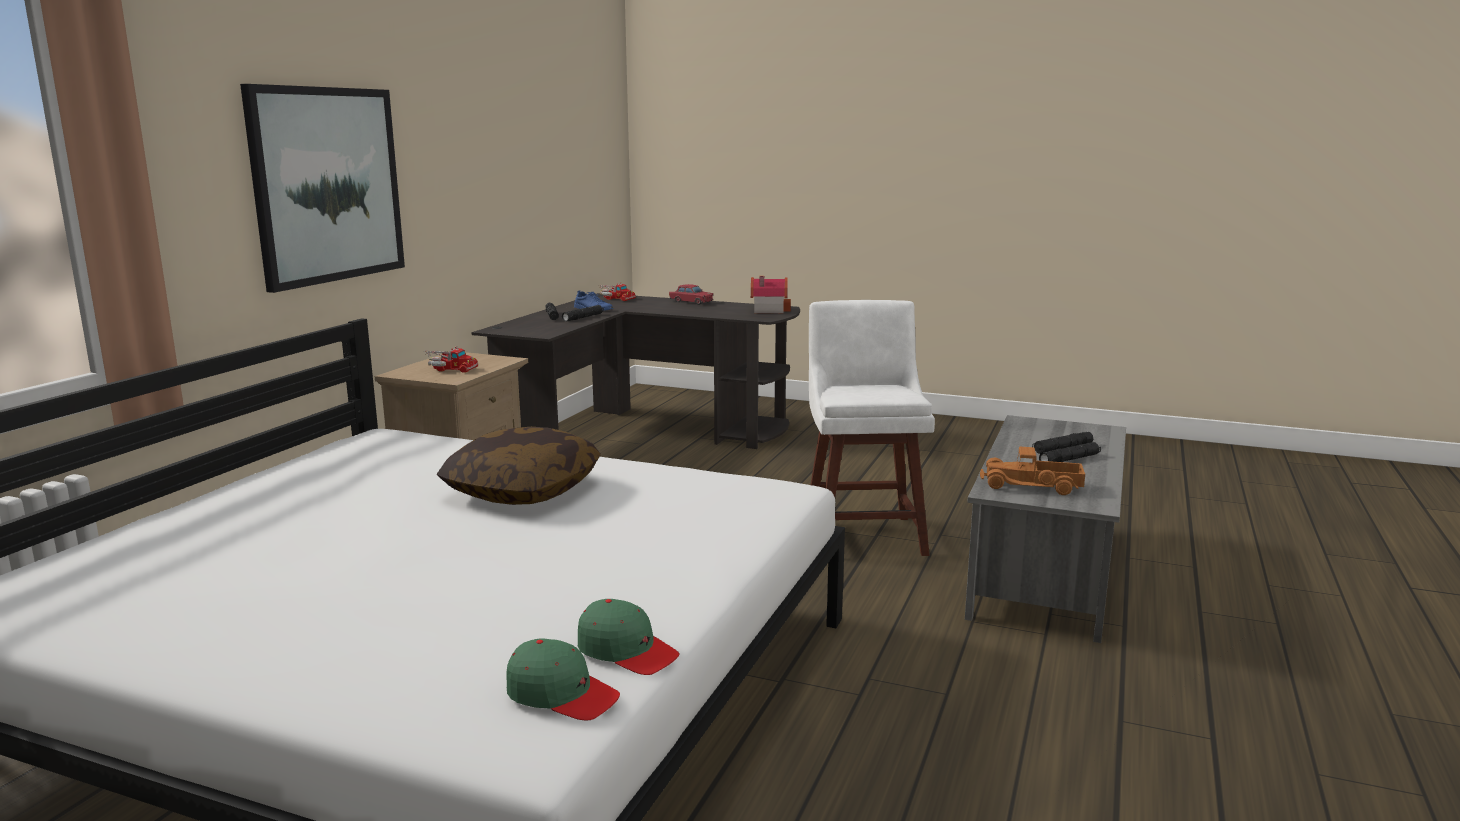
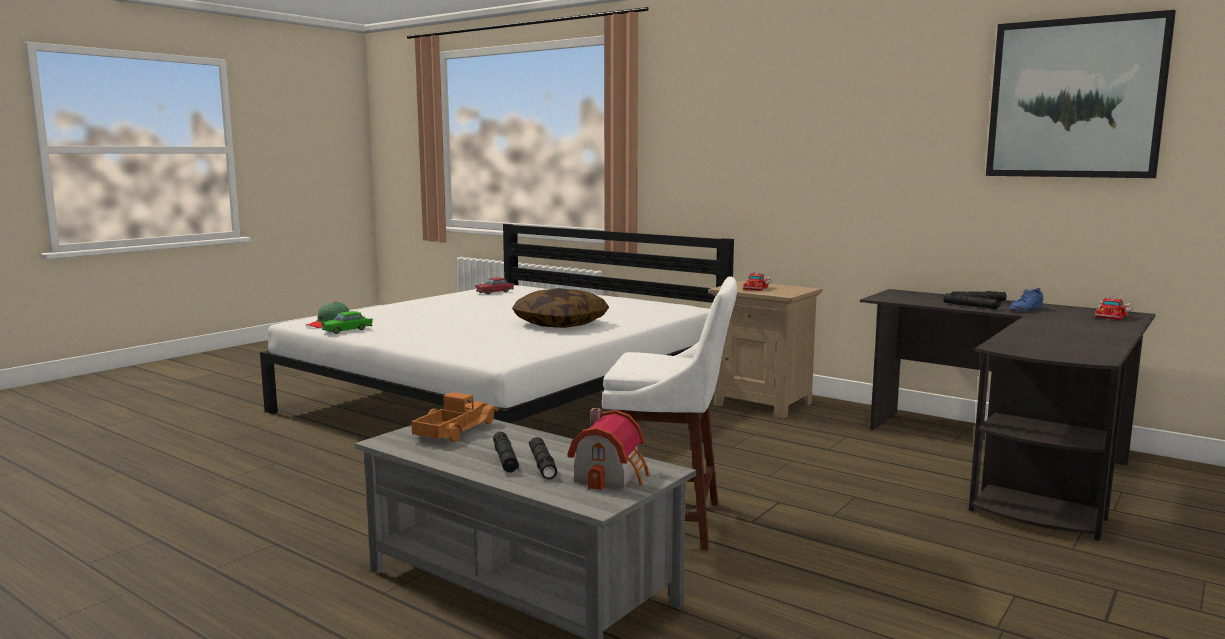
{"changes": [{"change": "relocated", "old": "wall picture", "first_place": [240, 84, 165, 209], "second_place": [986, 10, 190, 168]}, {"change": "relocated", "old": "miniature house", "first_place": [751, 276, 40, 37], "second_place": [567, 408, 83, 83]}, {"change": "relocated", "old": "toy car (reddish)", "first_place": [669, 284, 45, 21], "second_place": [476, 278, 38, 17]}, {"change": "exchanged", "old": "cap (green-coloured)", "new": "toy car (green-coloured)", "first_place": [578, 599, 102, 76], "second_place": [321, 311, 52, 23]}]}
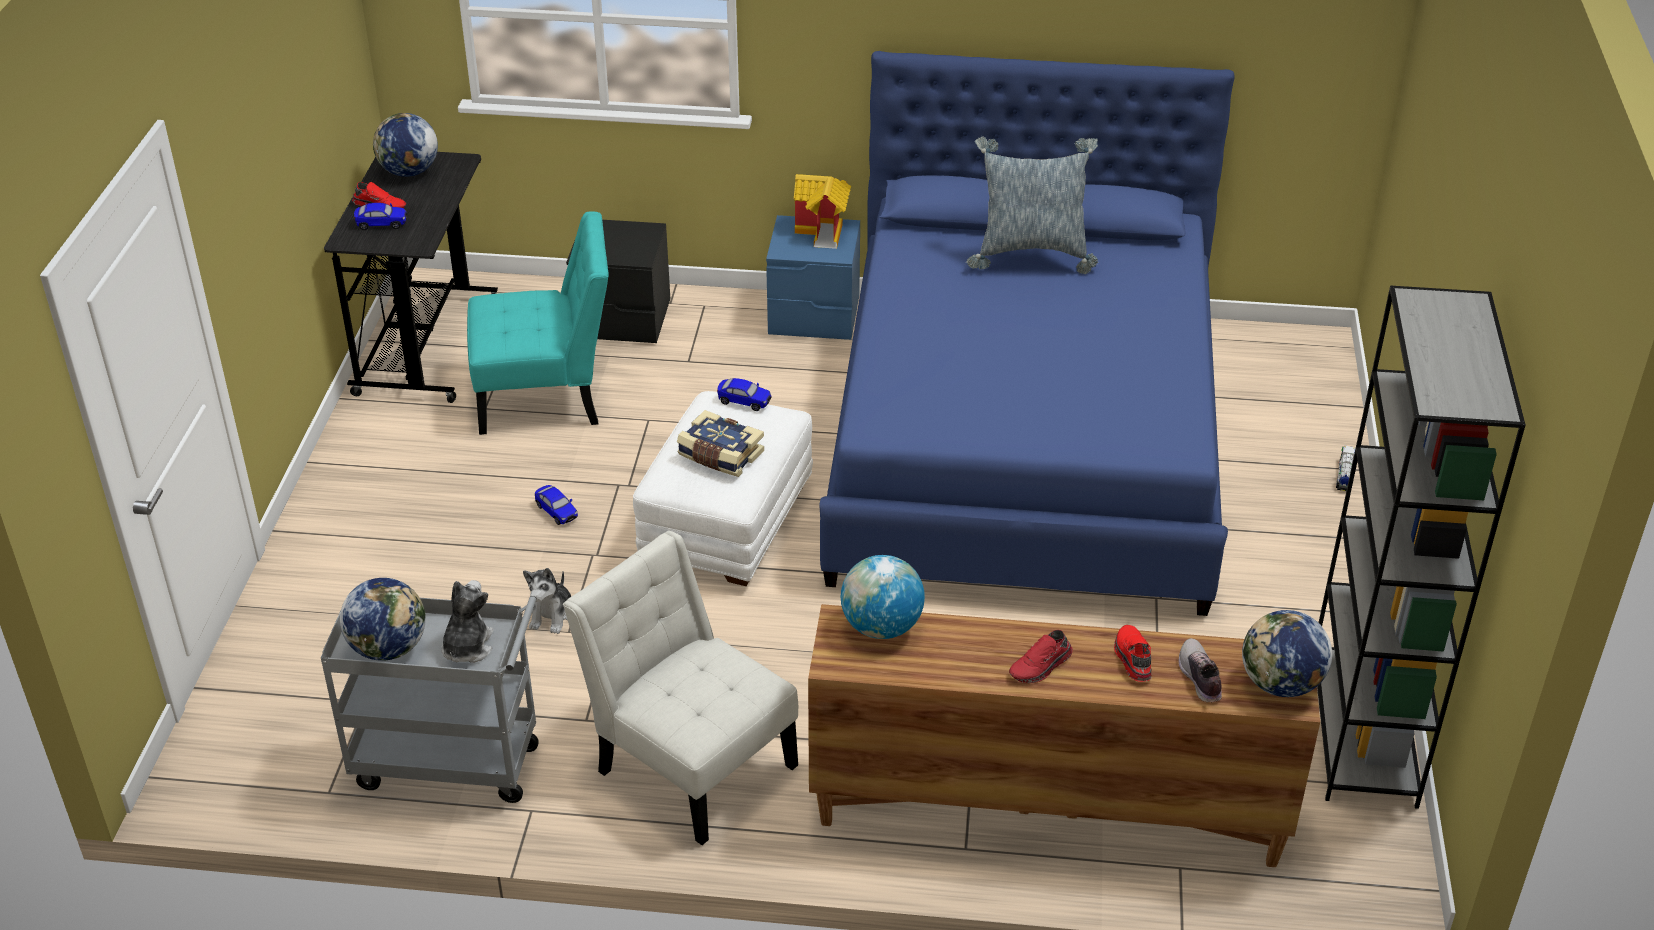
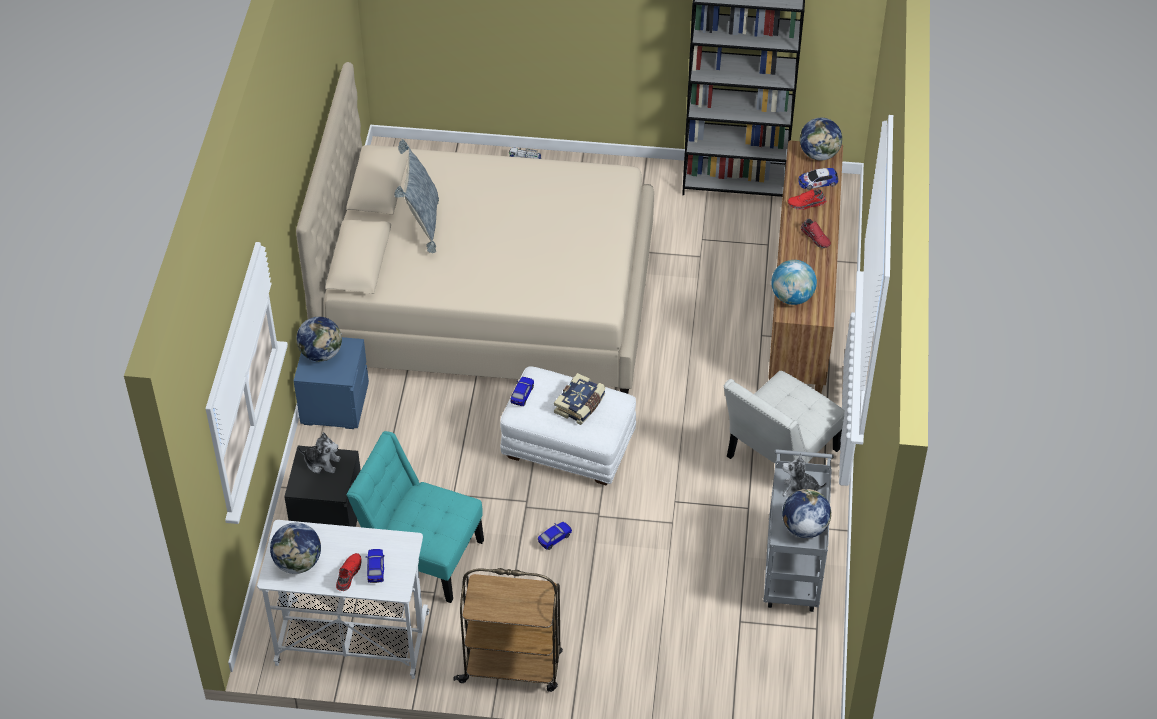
{"changes": [{"change": "colour", "old": "bed (blue)", "new": "bed (sand-coloured)", "first_place": [819, 51, 416, 565], "second_place": [296, 62, 358, 332]}, {"change": "colour", "old": "desk (black-coloured)", "new": "desk (whitish)", "first_place": [324, 152, 174, 251], "second_place": [257, 520, 172, 159]}, {"change": "exchanged", "old": "miniature house", "new": "globe", "first_place": [794, 174, 57, 75], "second_place": [297, 317, 45, 45]}, {"change": "spun", "old": "plain chair (turquoise-coloured)", "first_place": [467, 212, 142, 223], "second_place": [347, 431, 137, 172], "degrees": -60}, {"change": "relocated", "old": "soft toy", "first_place": [523, 568, 48, 66], "second_place": [298, 432, 43, 42]}, {"change": "exchanged", "old": "item of footwear", "new": "toy car", "first_place": [1178, 638, 44, 64], "second_place": [798, 168, 40, 22]}, {"change": "appeared", "new": "trolley (brownish)", "second_place": [453, 568, 110, 124]}]}
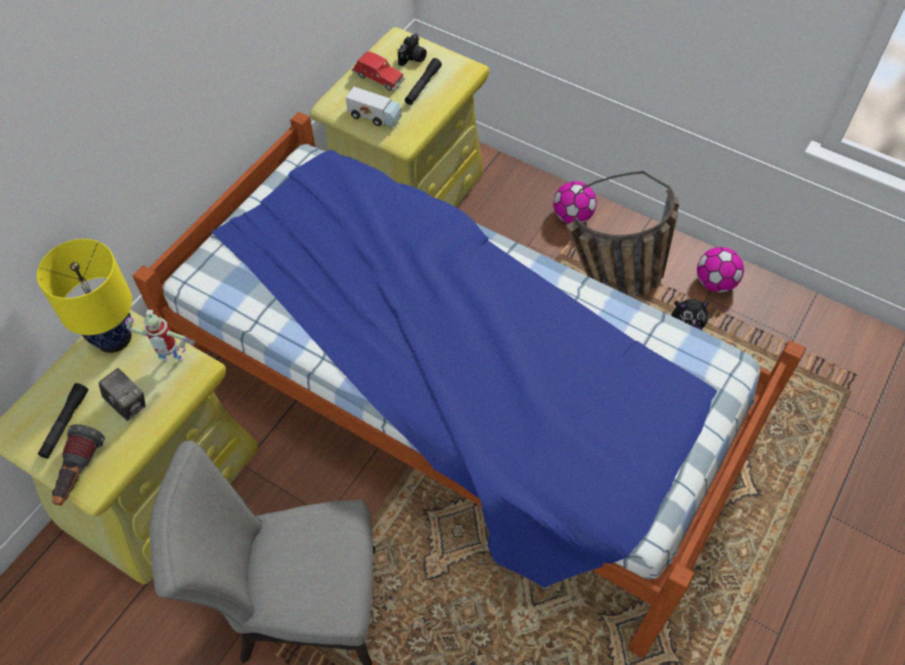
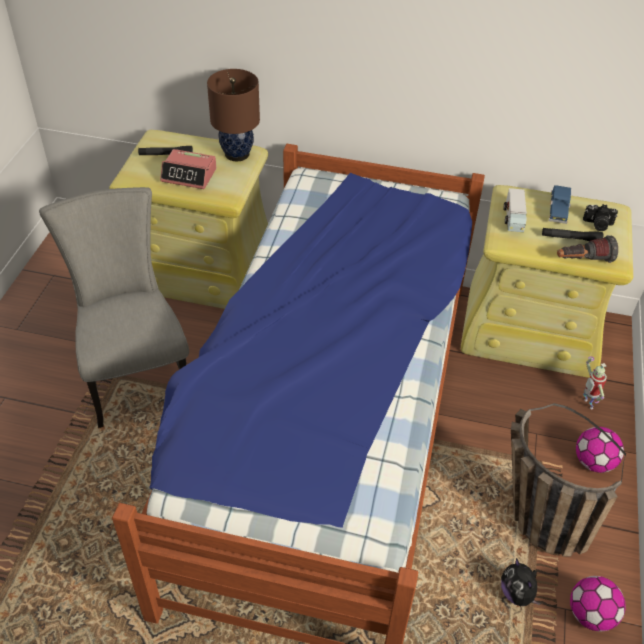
{"changes": [{"change": "colour", "old": "toy car (reddish)", "new": "toy car (blue)", "first_place": [352, 51, 53, 40], "second_place": [549, 185, 22, 39]}, {"change": "colour", "old": "lamp for a table (yellow-coloured)", "new": "lamp for a table (brownish)", "first_place": [37, 239, 95, 114], "second_place": [207, 69, 53, 92]}, {"change": "relocated", "old": "model robot", "first_place": [125, 310, 62, 51], "second_place": [583, 357, 24, 53]}, {"change": "exchanged", "old": "photo camera", "new": "alarm clock", "first_place": [99, 368, 47, 53], "second_place": [160, 149, 56, 40]}, {"change": "relocated", "old": "hand torch", "first_place": [52, 424, 53, 82], "second_place": [557, 235, 61, 28]}]}
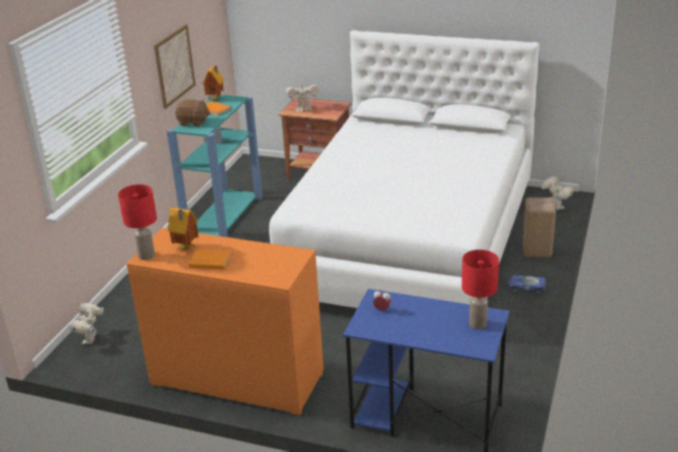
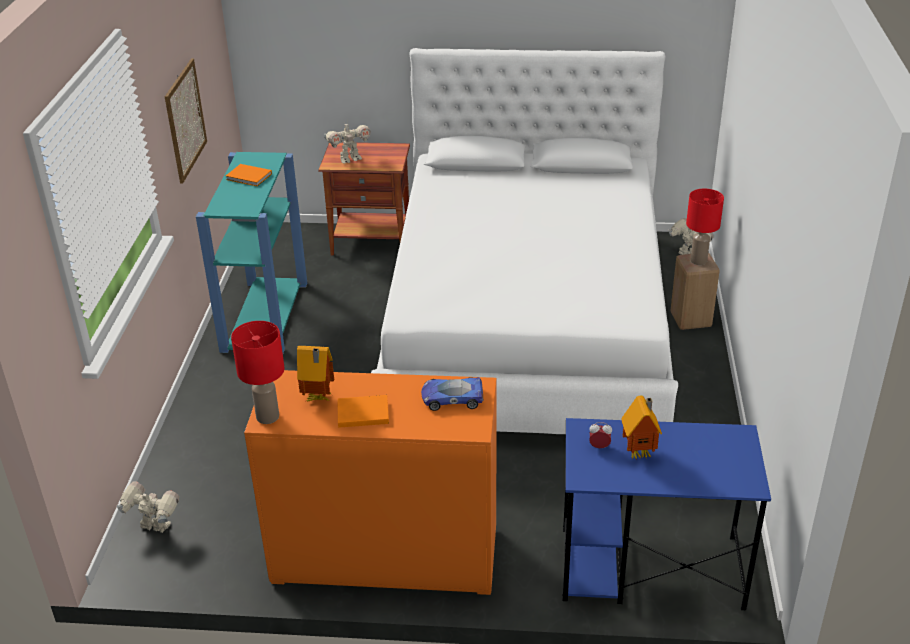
{"changes": [{"change": "relocated", "old": "miniature house", "first_place": [202, 66, 22, 35], "second_place": [621, 395, 41, 65]}, {"change": "missing", "old": "soft toy (brownish)", "first_place": [175, 99, 35, 28]}, {"change": "relocated", "old": "lamp for a table (reddish)", "first_place": [462, 250, 37, 79], "second_place": [686, 189, 38, 76]}, {"change": "relocated", "old": "toy car", "first_place": [509, 275, 37, 19], "second_place": [421, 377, 62, 34]}, {"change": "spun", "old": "model robot", "first_place": [70, 303, 34, 42], "second_place": [116, 481, 63, 52], "degrees": 120}]}
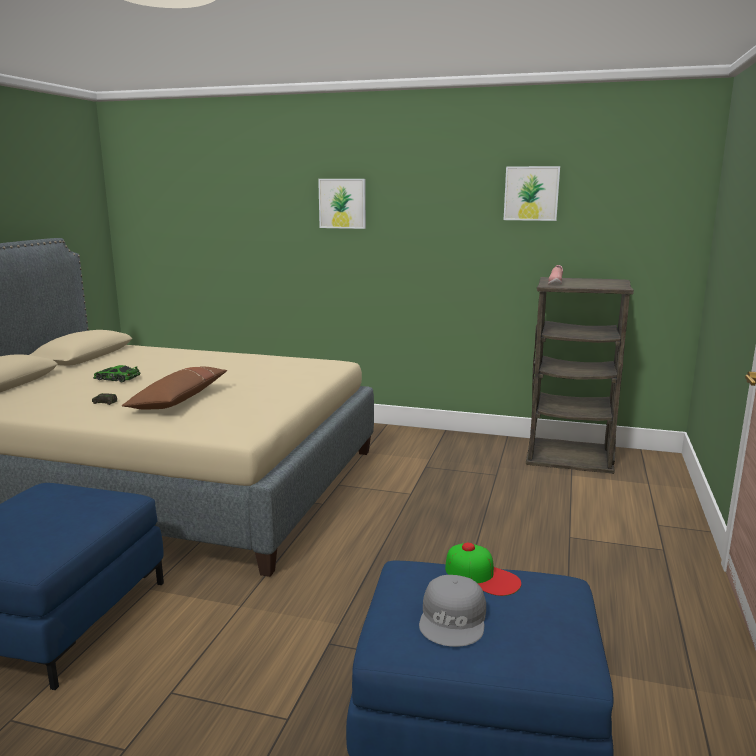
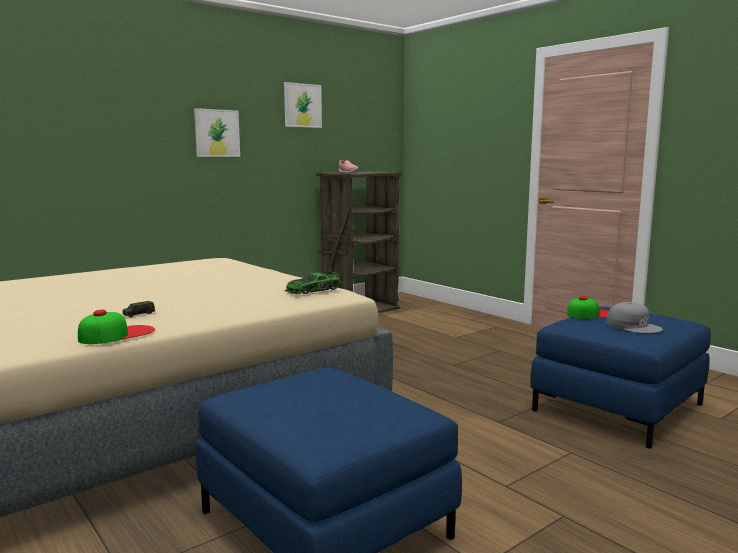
{"changes": [{"change": "relocated", "old": "wall picture", "first_place": [318, 179, 48, 50], "second_place": [194, 108, 46, 49]}, {"change": "relocated", "old": "toy car", "first_place": [93, 365, 47, 18], "second_place": [285, 271, 56, 23]}, {"change": "missing", "old": "cushion (brownish)", "first_place": [122, 367, 105, 43]}, {"change": "appeared", "new": "cap", "second_place": [78, 309, 77, 35]}]}
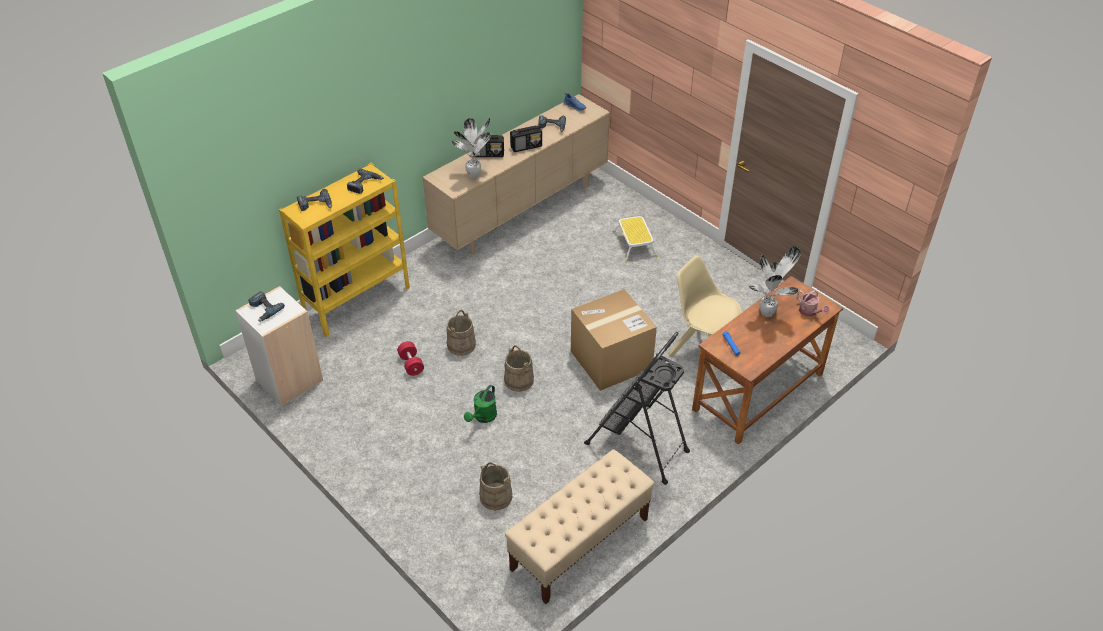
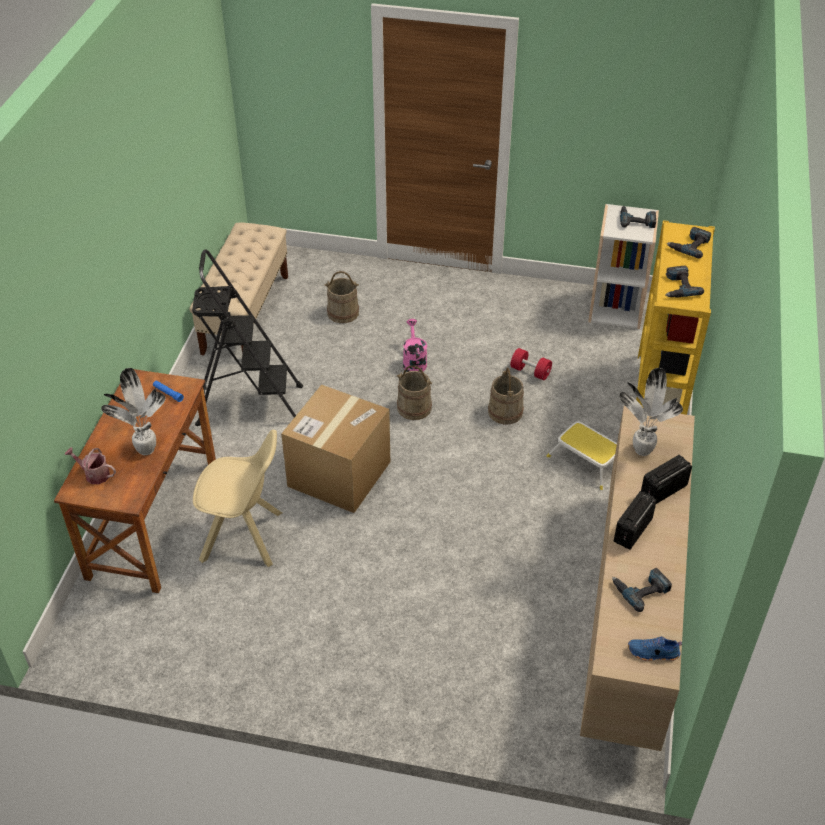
{"changes": [{"change": "relocated", "old": "step ladder (yellow-coloured)", "first_place": [612, 216, 46, 46], "second_place": [547, 421, 70, 69]}, {"change": "colour", "old": "watering pot (green-coloured)", "new": "watering pot (pink)", "first_place": [464, 385, 33, 38], "second_place": [403, 319, 24, 53]}]}
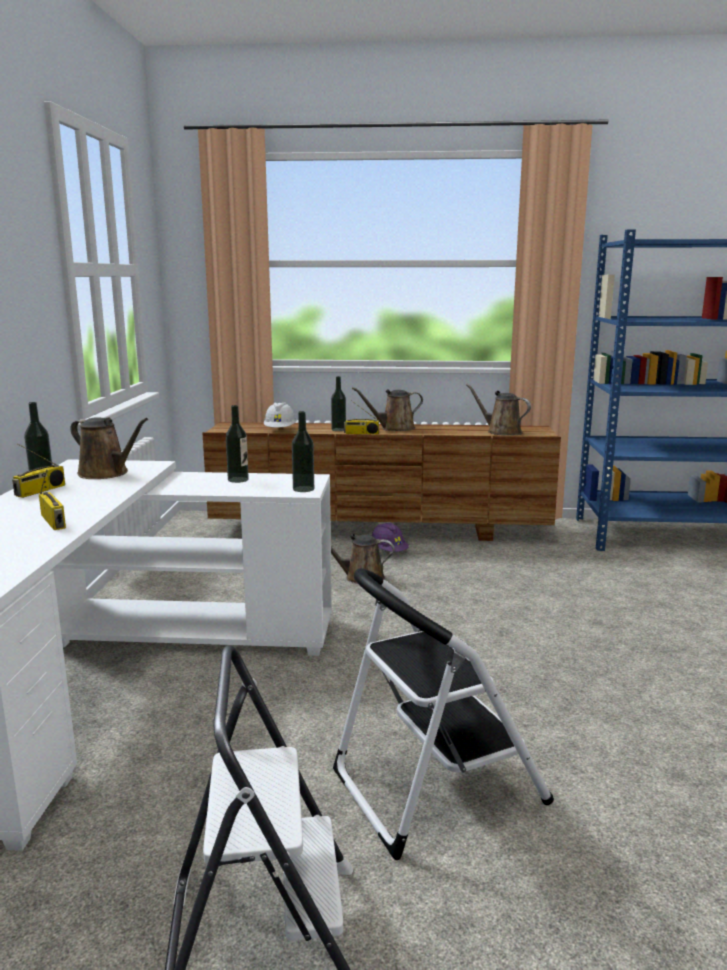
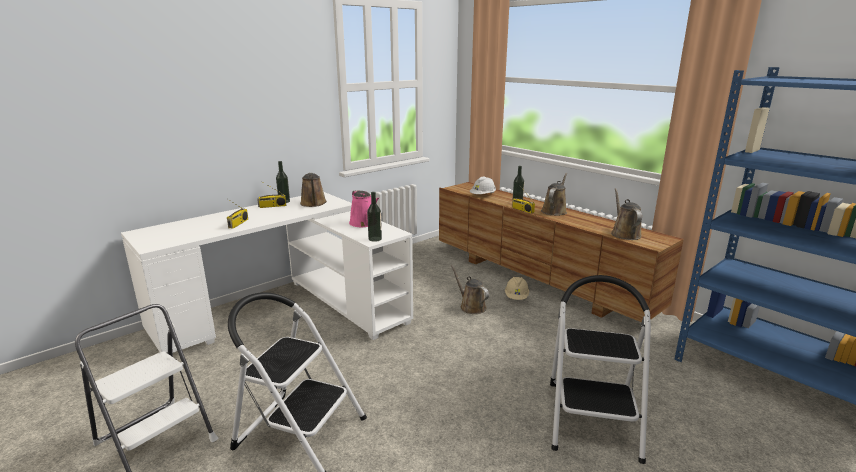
{"changes": [{"change": "spun", "old": "watering pot (brownish)", "first_place": [352, 387, 71, 44], "second_place": [541, 173, 26, 43], "degrees": 90}, {"change": "exchanged", "old": "beverage bottle", "new": "watering pot (pink)", "first_place": [226, 405, 23, 78], "second_place": [349, 190, 30, 37]}, {"change": "colour", "old": "safety helmet (purplish)", "new": "safety helmet (sand-coloured)", "first_place": [372, 522, 37, 30], "second_place": [505, 277, 24, 23]}, {"change": "appeared", "new": "step ladder", "second_place": [550, 275, 101, 189]}]}
